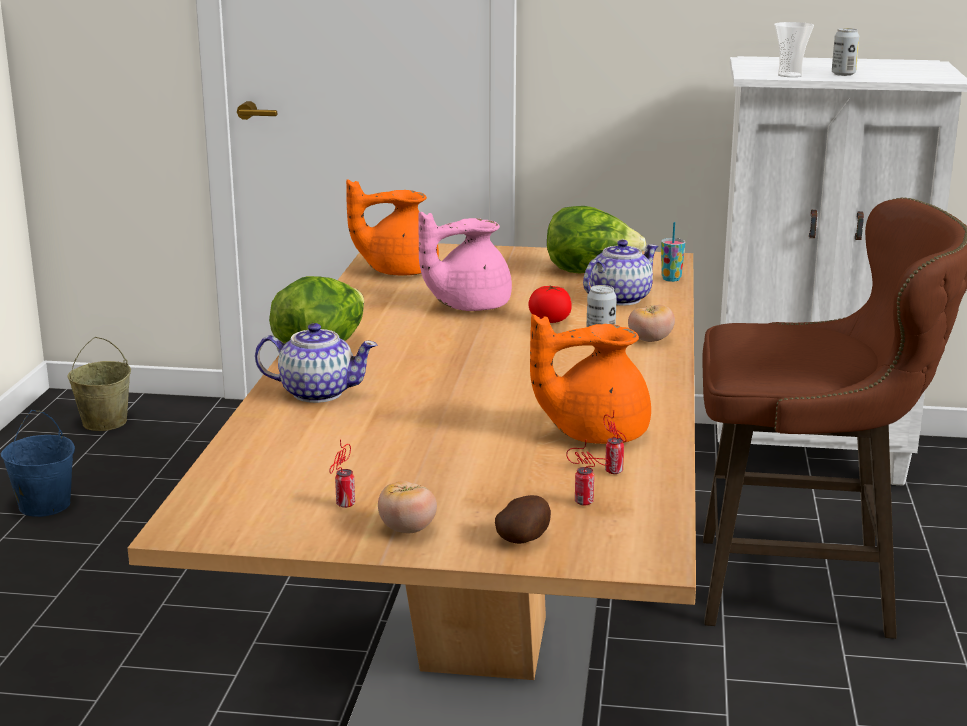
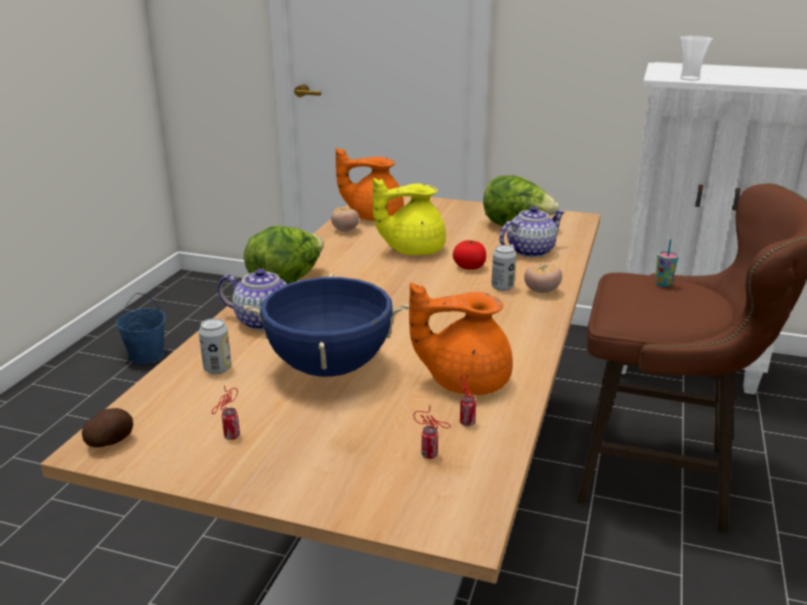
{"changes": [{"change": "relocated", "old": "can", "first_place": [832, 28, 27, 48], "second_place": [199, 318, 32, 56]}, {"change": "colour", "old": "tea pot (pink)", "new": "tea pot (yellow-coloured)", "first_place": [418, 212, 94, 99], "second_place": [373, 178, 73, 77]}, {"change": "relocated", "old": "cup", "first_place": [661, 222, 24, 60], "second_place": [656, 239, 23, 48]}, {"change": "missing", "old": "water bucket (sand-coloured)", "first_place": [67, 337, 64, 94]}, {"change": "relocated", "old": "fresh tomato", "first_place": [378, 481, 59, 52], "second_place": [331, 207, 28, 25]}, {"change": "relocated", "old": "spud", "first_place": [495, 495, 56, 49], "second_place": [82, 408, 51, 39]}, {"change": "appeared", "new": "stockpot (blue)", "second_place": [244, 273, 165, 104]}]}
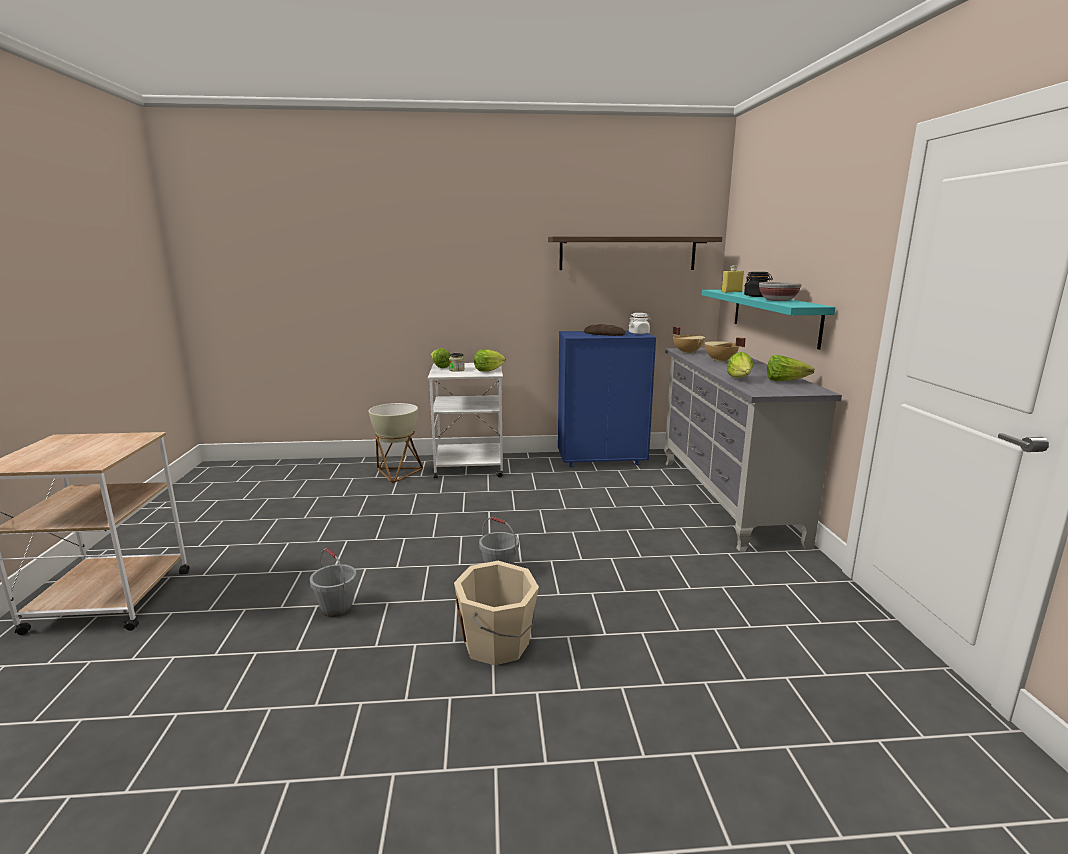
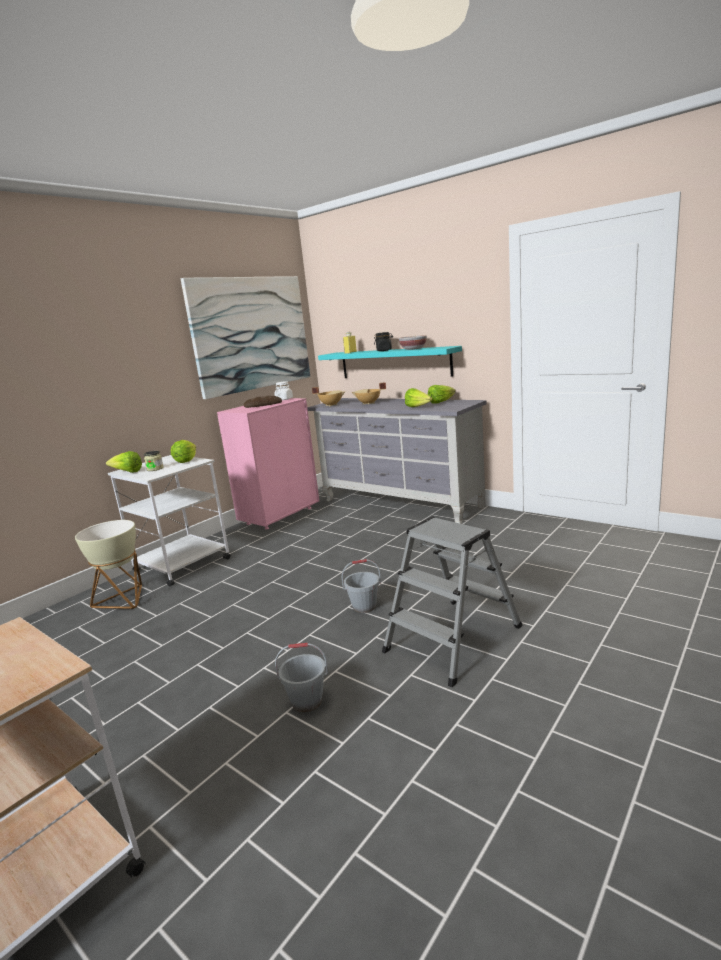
{"changes": [{"change": "exchanged", "old": "wall shelf", "new": "wall picture", "first_place": [548, 236, 174, 34], "second_place": [180, 276, 130, 123]}, {"change": "colour", "old": "cabinet (blue)", "new": "cabinet (pink)", "first_place": [558, 331, 98, 136], "second_place": [217, 398, 102, 132]}, {"change": "exchanged", "old": "water bucket (sand-coloured)", "new": "step ladder (gray)", "first_place": [454, 561, 85, 104], "second_place": [382, 516, 141, 171]}]}
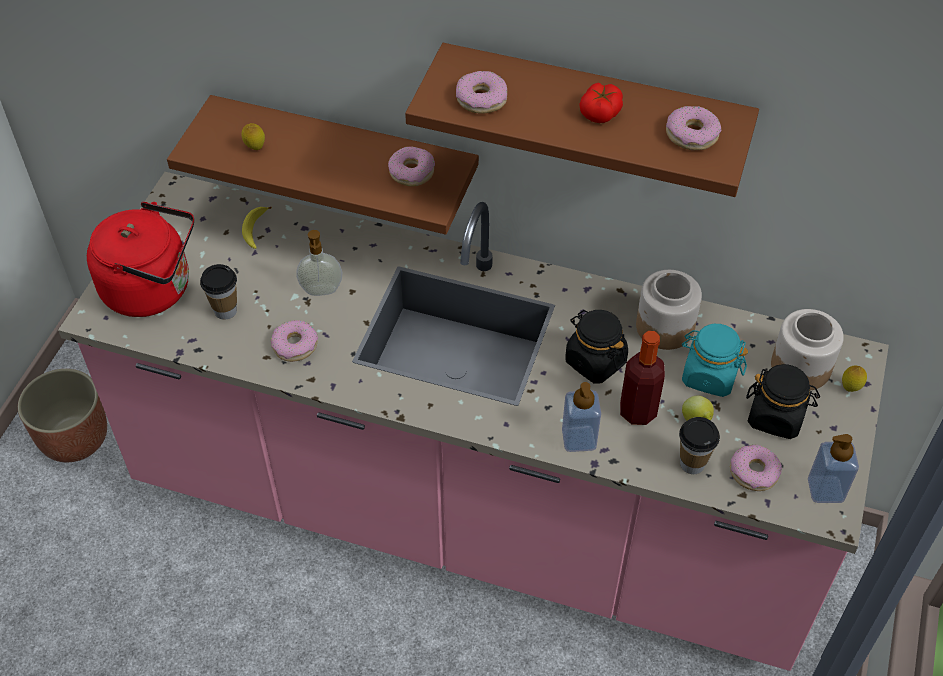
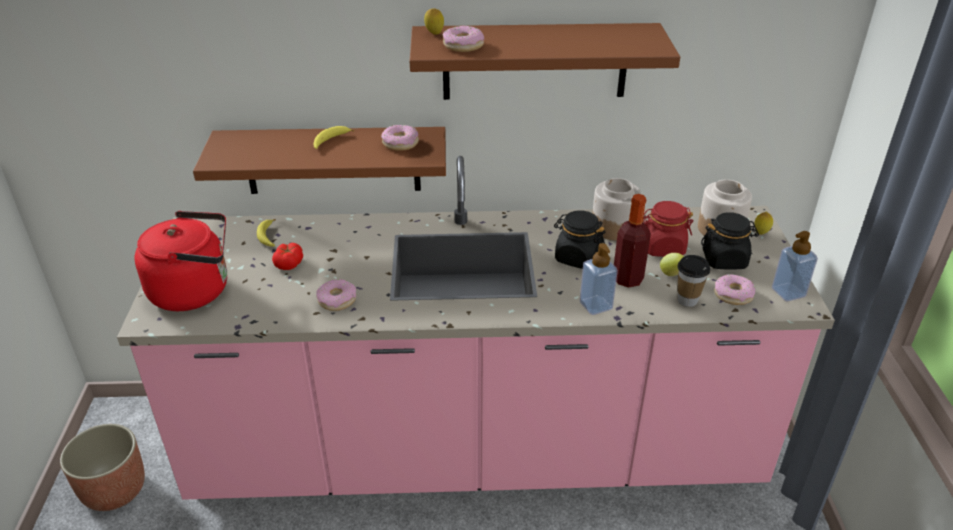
{"changes": [{"change": "relocated", "old": "fresh tomato", "first_place": [579, 83, 44, 40], "second_place": [272, 243, 31, 27]}, {"change": "missing", "old": "donut", "first_place": [666, 106, 55, 44]}, {"change": "relocated", "old": "citrus fruit", "first_place": [241, 123, 24, 27], "second_place": [424, 9, 20, 26]}, {"change": "missing", "old": "soap dispenser", "first_place": [296, 230, 47, 66]}, {"change": "missing", "old": "cup", "first_place": [200, 264, 37, 56]}, {"change": "colour", "old": "jar (turquoise-coloured)", "new": "jar (reddish)", "first_place": [682, 324, 66, 73], "second_place": [643, 201, 50, 56]}, {"change": "appeared", "new": "banana", "second_place": [314, 126, 40, 23]}]}
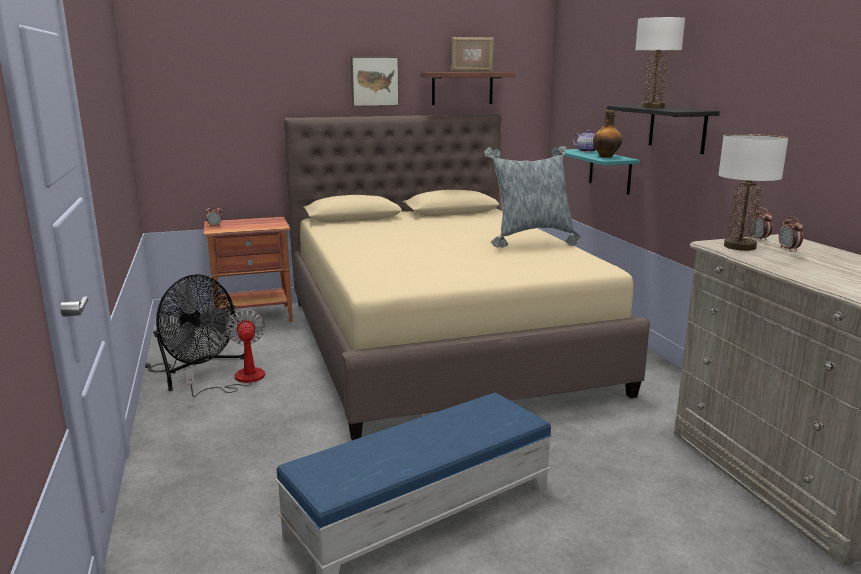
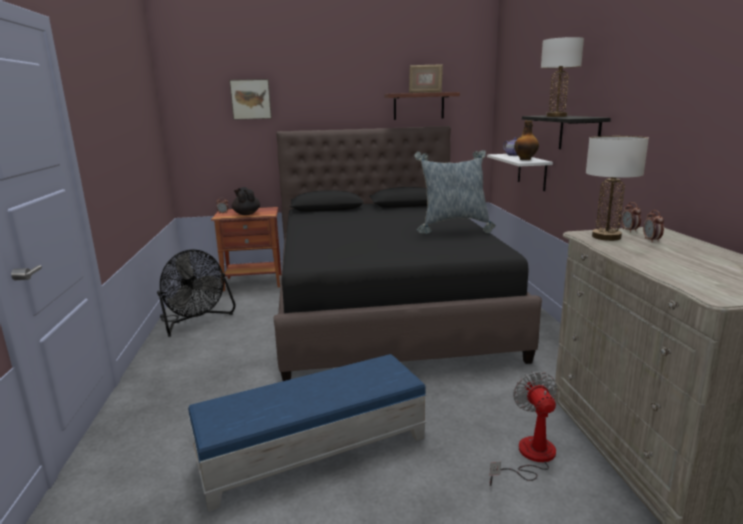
{"changes": [{"change": "relocated", "old": "wall picture", "first_place": [351, 57, 48, 50], "second_place": [229, 79, 43, 41]}, {"change": "colour", "old": "bed (sand-coloured)", "new": "bed (black-coloured)", "first_place": [284, 114, 366, 326], "second_place": [274, 126, 268, 255]}, {"change": "colour", "old": "wall shelf (turquoise-coloured)", "new": "wall shelf (whitish)", "first_place": [565, 149, 75, 46], "second_place": [487, 154, 66, 37]}, {"change": "relocated", "old": "fan", "first_place": [185, 310, 80, 87], "second_place": [490, 371, 67, 115]}, {"change": "appeared", "new": "tea pot (black-coloured)", "second_place": [232, 187, 28, 28]}]}
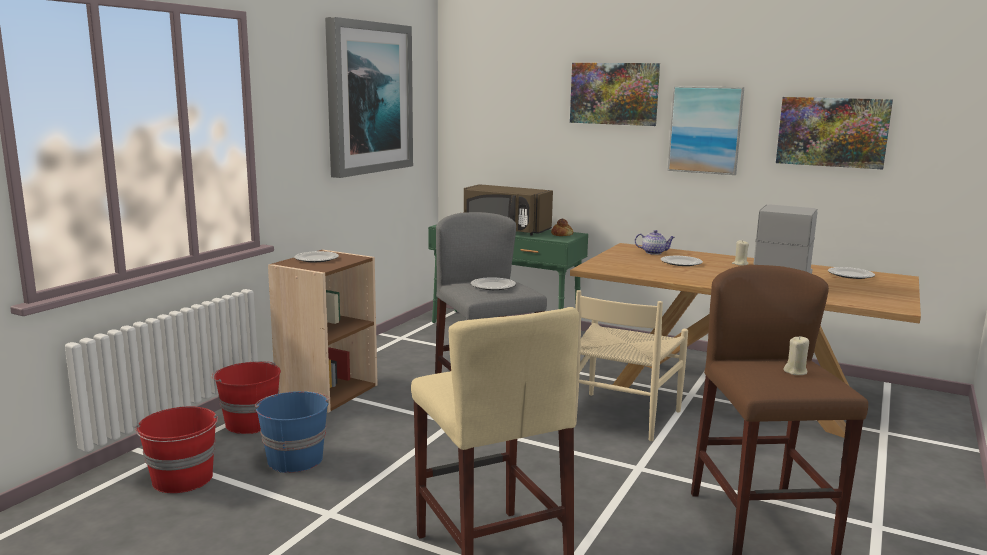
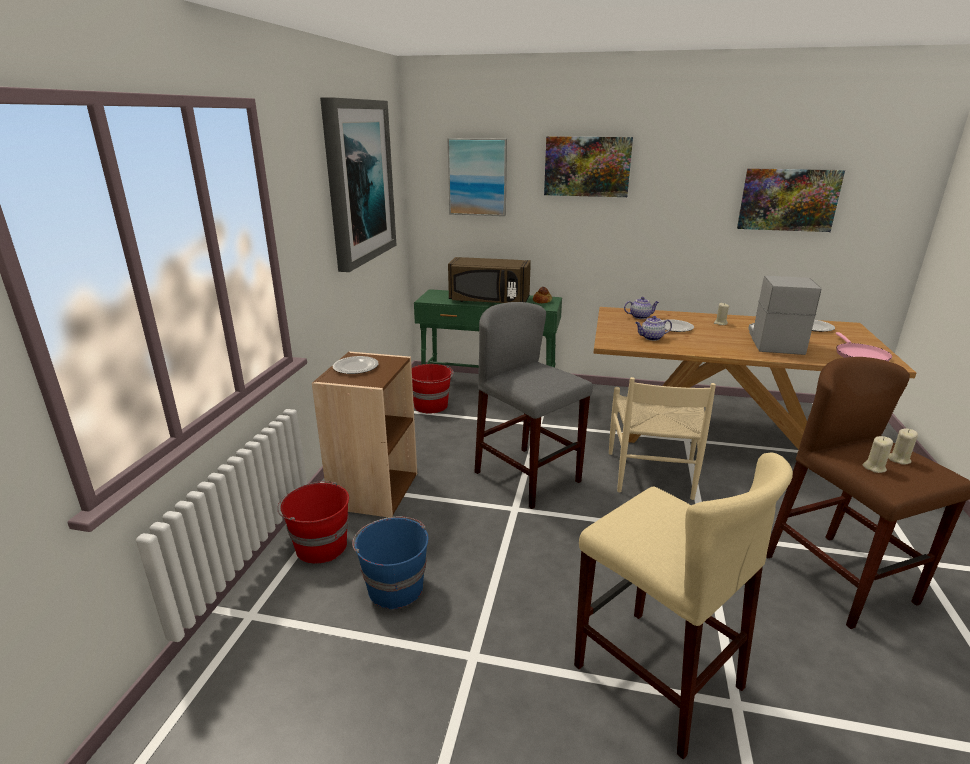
{"changes": [{"change": "relocated", "old": "wall picture", "first_place": [667, 86, 77, 89], "second_place": [447, 138, 60, 78]}, {"change": "missing", "old": "plate", "first_place": [471, 277, 45, 13]}, {"change": "relocated", "old": "water bucket (reddish)", "first_place": [135, 406, 83, 87], "second_place": [412, 364, 41, 50]}, {"change": "appeared", "new": "tea pot", "second_place": [635, 316, 37, 25]}, {"change": "appeared", "new": "pan (pink)", "second_place": [836, 332, 56, 30]}, {"change": "appeared", "new": "candle (sand-coloured)", "second_place": [863, 436, 30, 37]}]}
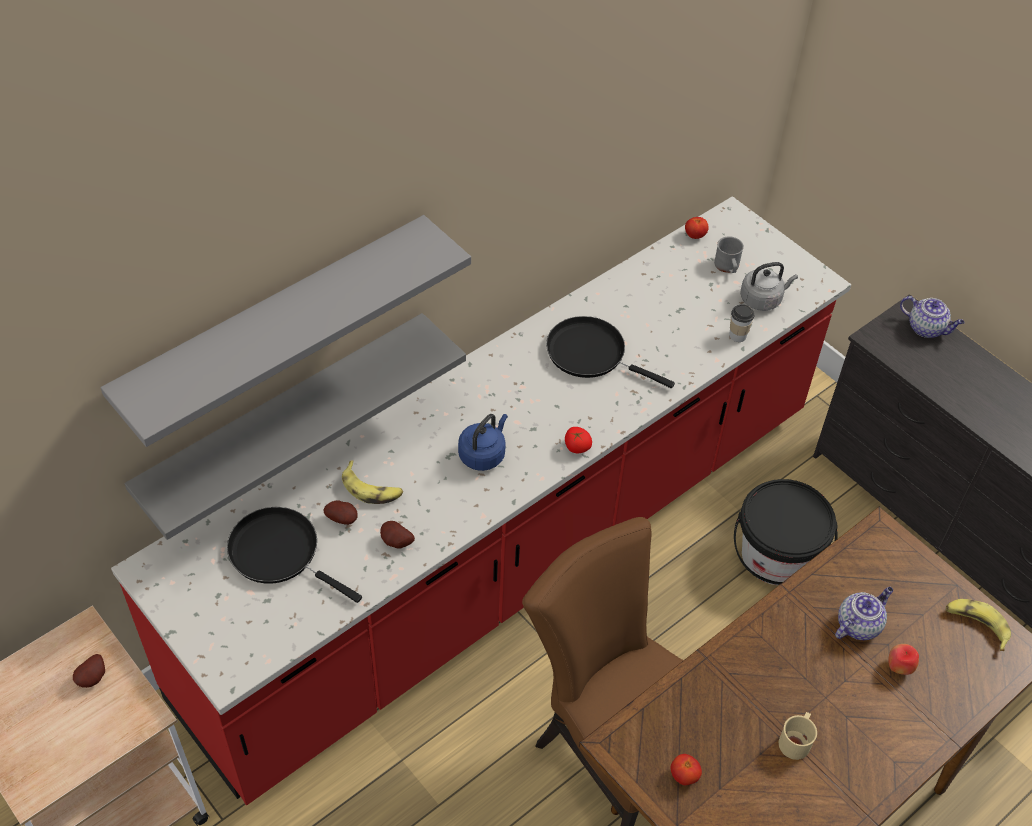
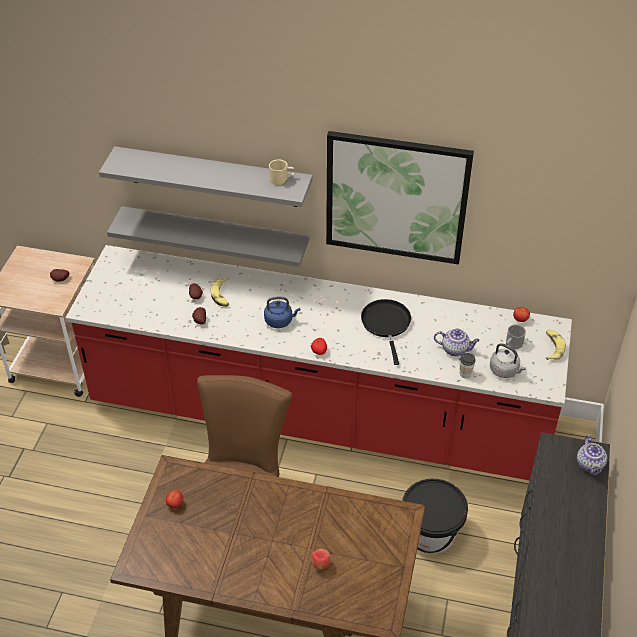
{"changes": [{"change": "missing", "old": "pan (black-coloured)", "first_place": [227, 507, 135, 96]}, {"change": "relocated", "old": "tea pot", "first_place": [835, 587, 58, 53], "second_place": [434, 328, 46, 28]}, {"change": "relocated", "old": "banana", "first_place": [946, 599, 65, 52], "second_place": [546, 330, 20, 30]}, {"change": "relocated", "old": "tea mug (sand-coloured)", "first_place": [779, 712, 38, 48], "second_place": [269, 159, 25, 26]}, {"change": "appeared", "new": "wall picture", "second_place": [326, 131, 148, 133]}]}
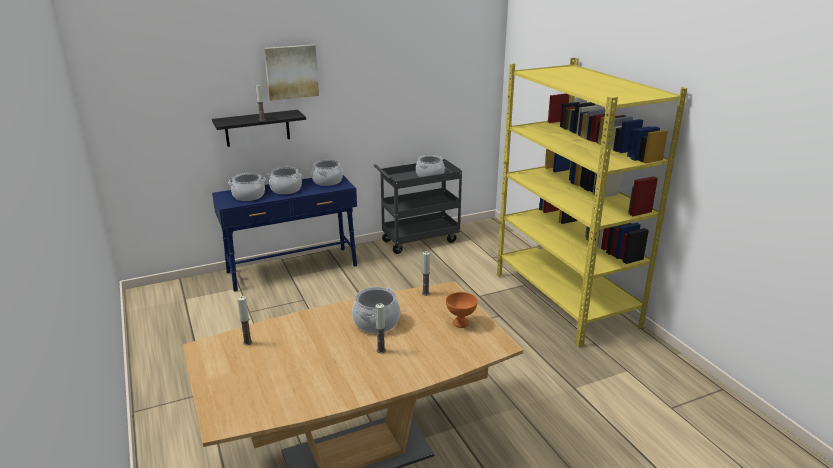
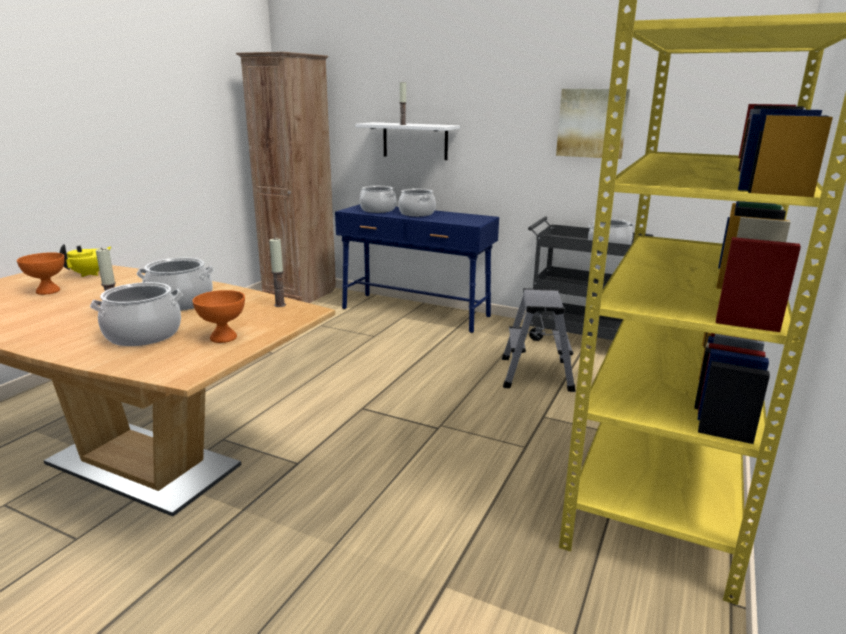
{"changes": [{"change": "relocated", "old": "wall picture", "first_place": [264, 45, 55, 56], "second_place": [556, 89, 74, 70]}, {"change": "colour", "old": "wall shelf (black-coloured)", "new": "wall shelf (whitish)", "first_place": [212, 110, 94, 37], "second_place": [356, 122, 104, 38]}, {"change": "relocated", "old": "stockpot", "first_place": [312, 159, 31, 27], "second_place": [90, 282, 93, 64]}, {"change": "exchanged", "old": "candle", "new": "tea pot (yellow-coloured)", "first_place": [237, 296, 15, 49], "second_place": [60, 244, 51, 33]}, {"change": "appeared", "new": "cabinet (brownish)", "second_place": [236, 52, 100, 251]}, {"change": "appeared", "new": "serving bowl (orange)", "second_place": [17, 252, 48, 43]}, {"change": "appeared", "new": "step ladder (gray)", "second_place": [502, 288, 74, 104]}]}
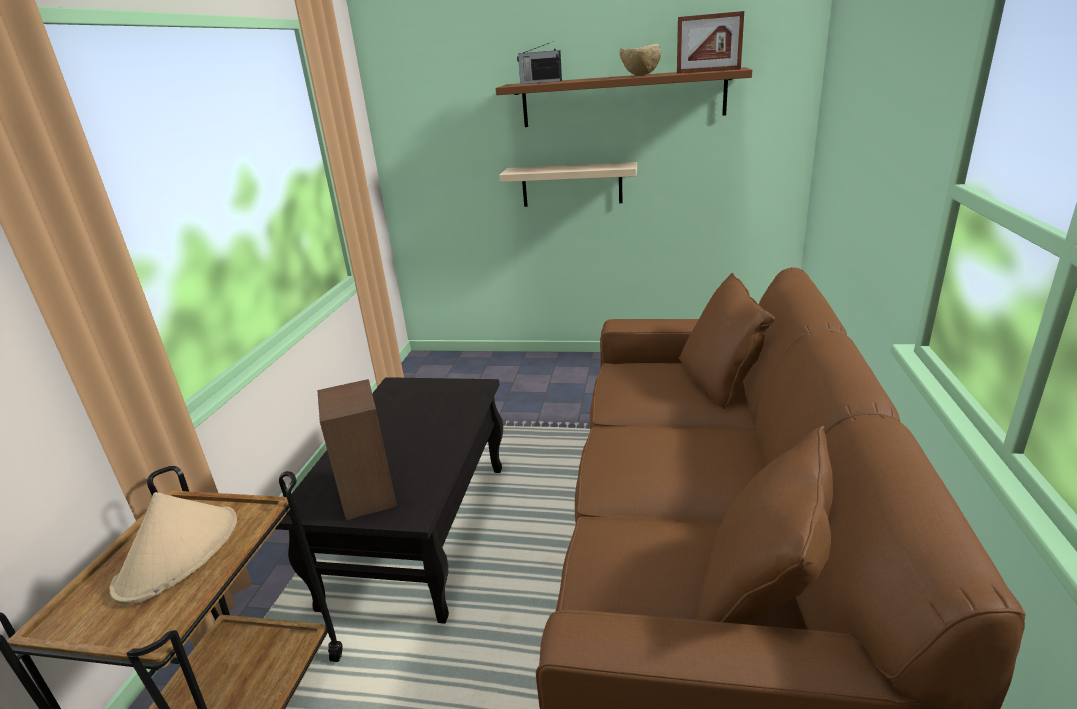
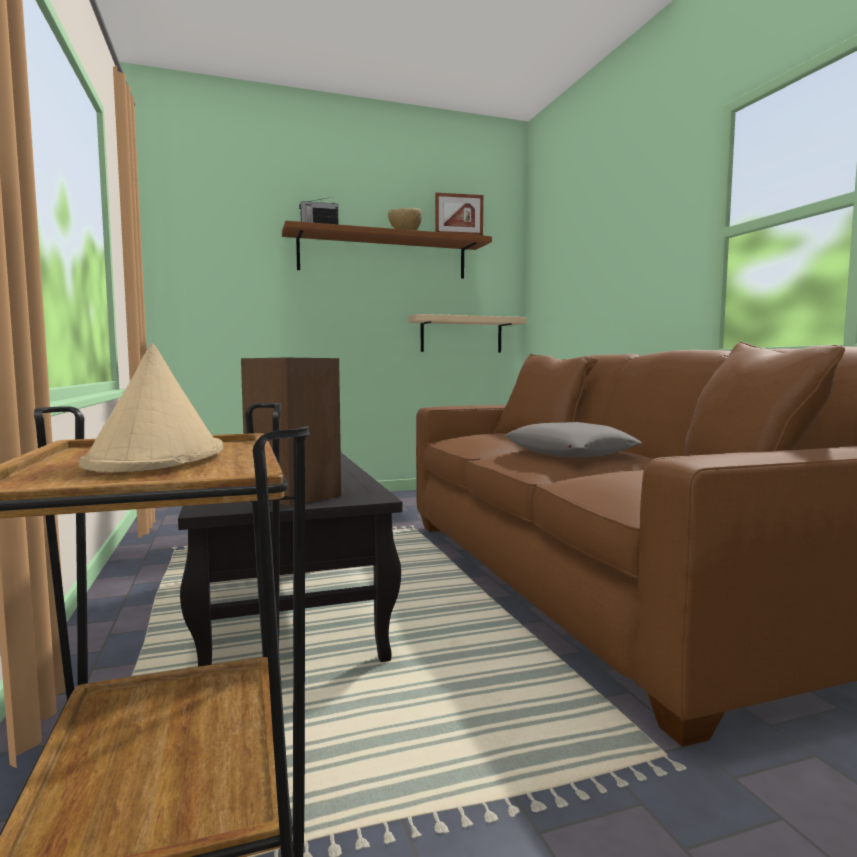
{"changes": [{"change": "relocated", "old": "wall shelf (sand-coloured)", "first_place": [499, 162, 138, 45], "second_place": [408, 314, 118, 39]}, {"change": "appeared", "new": "cushion (gray)", "second_place": [505, 422, 137, 35]}]}
